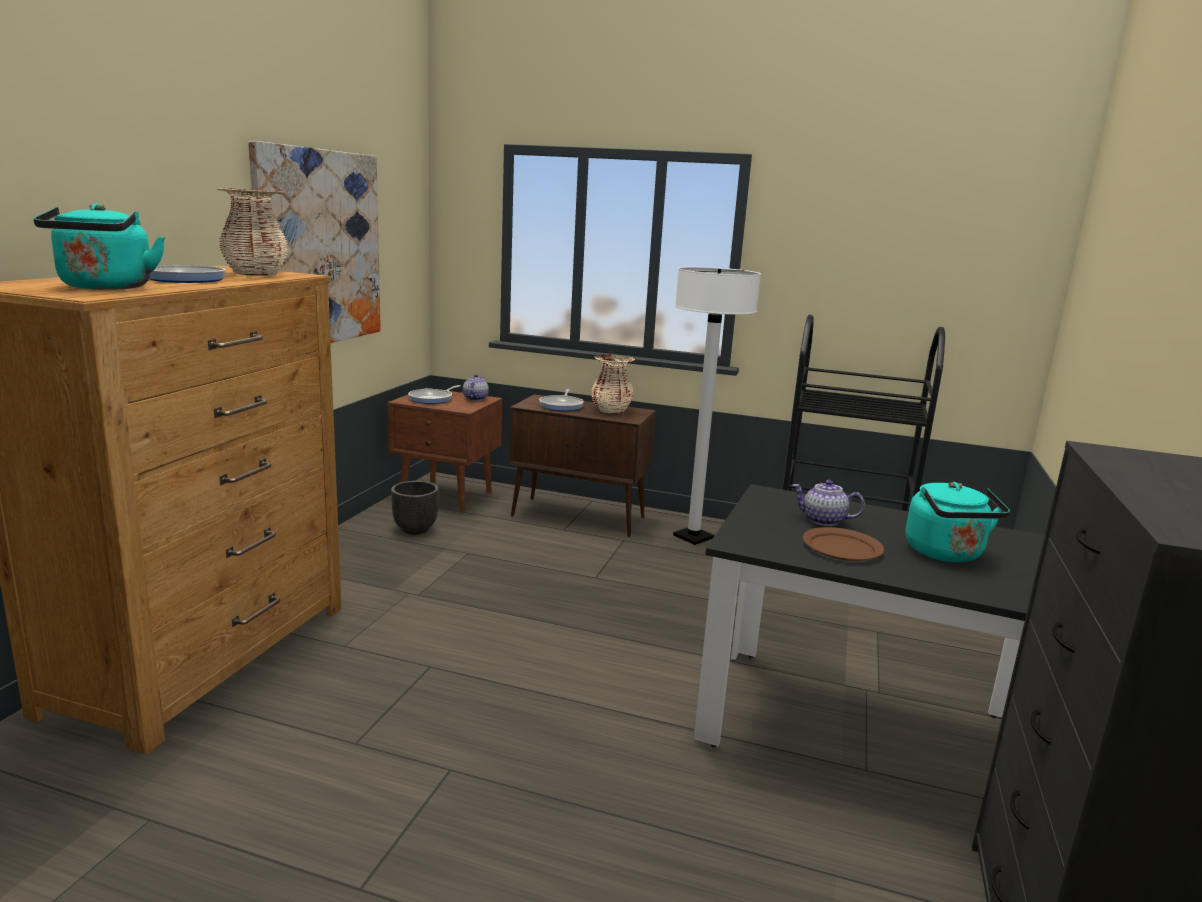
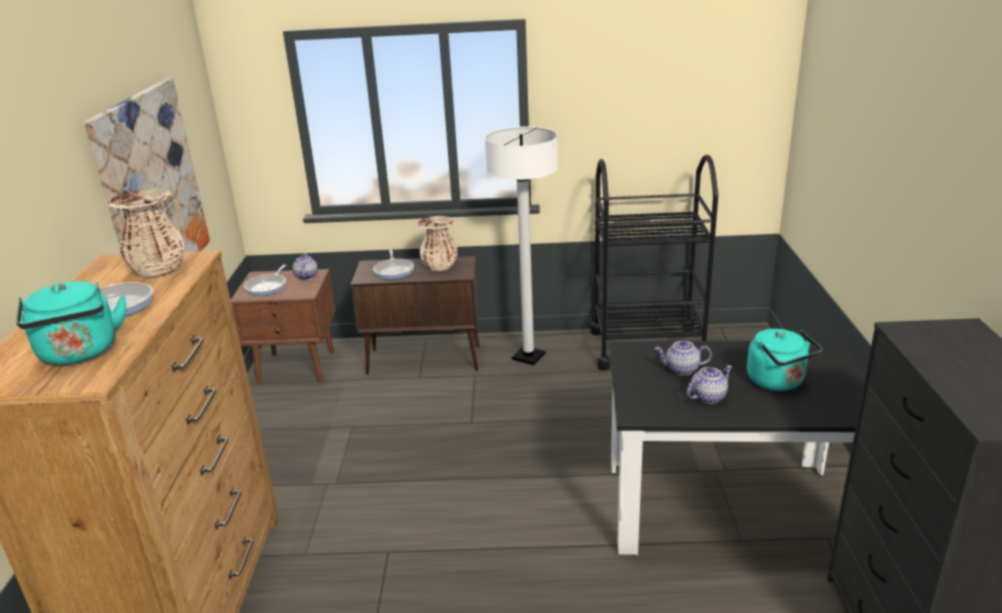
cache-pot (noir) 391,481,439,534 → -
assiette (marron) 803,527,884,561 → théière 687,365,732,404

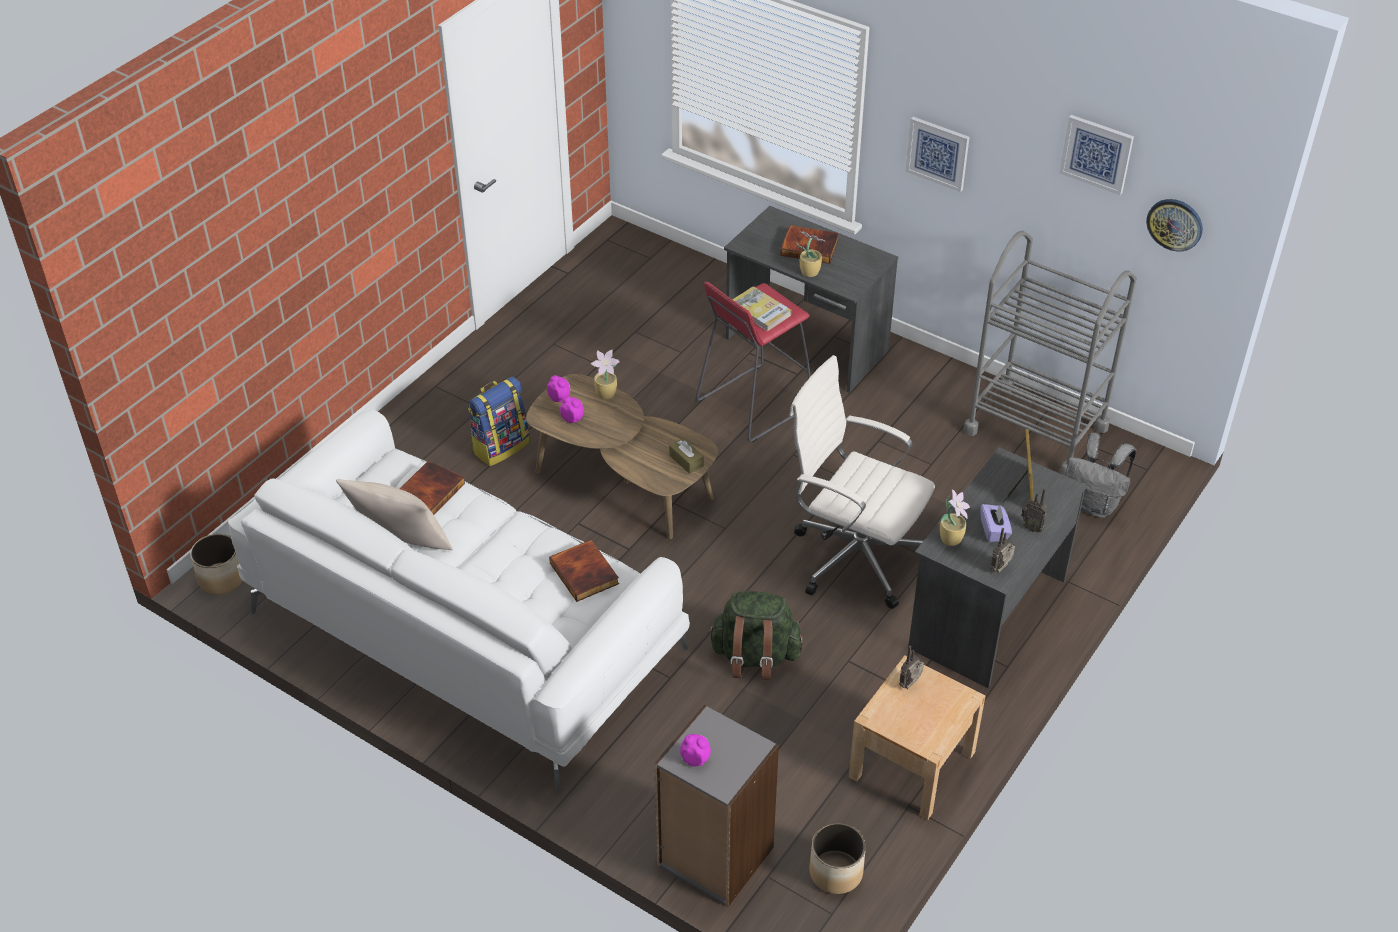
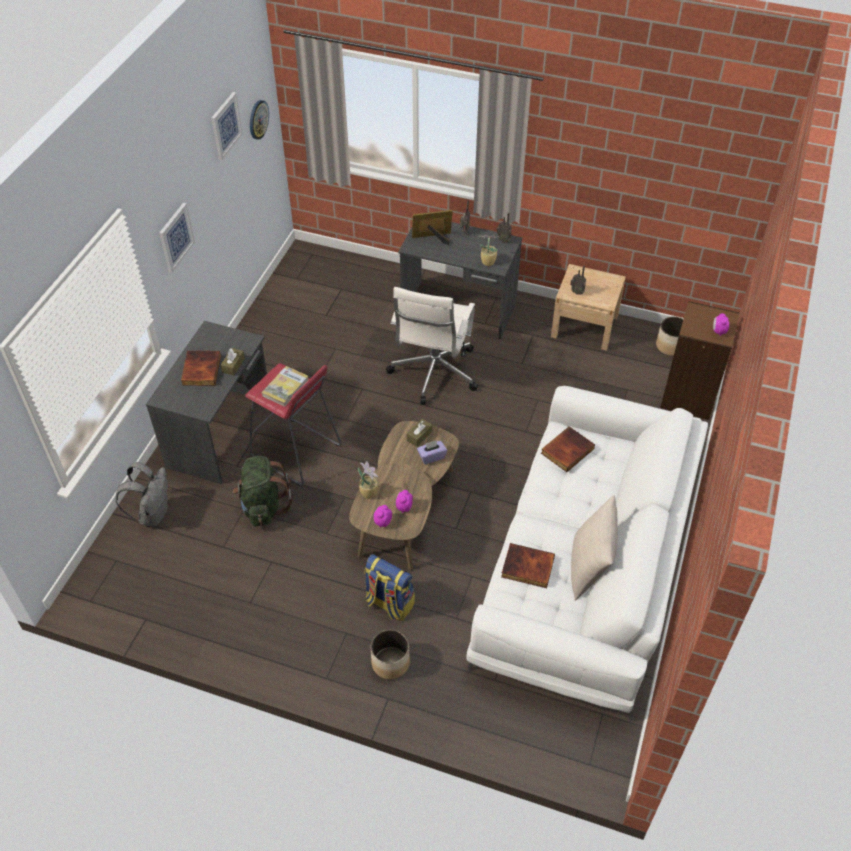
chariot (gris) 963,231,1137,476 → -
plante en pot 796,232,824,277 → boîte à mouchoirs (marron) 221,348,245,376
sac à dos (gris) 1065,433,1136,518 → sac à dos (gris) 116,462,168,527, moved
boîte à mouchoirs (violet) 980,504,1012,542 → boîte à mouchoirs (violet) 417,440,447,464, moved
cache-pot 190,534,243,595 → cache-pot 371,629,410,679, moved
sac à dos (vert) 708,591,803,680 → sac à dos (vert) 232,456,292,526, moved
bibliothèque (gris) 654,705,779,907 → bibliothèque (marron) 660,301,740,420

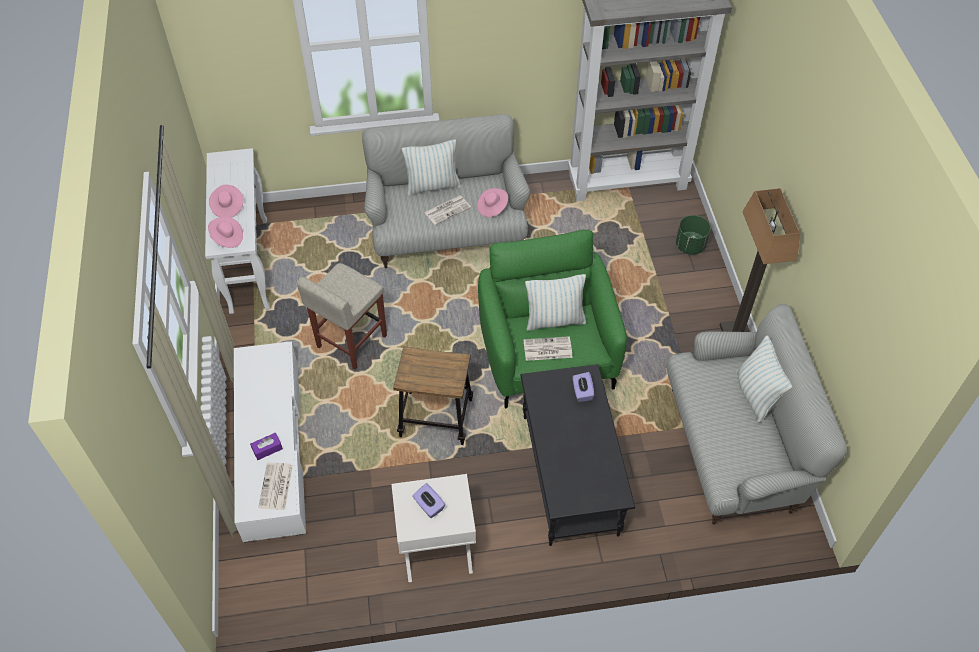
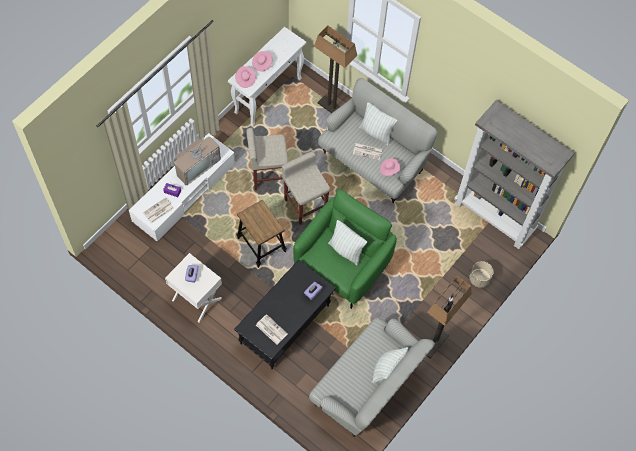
cache-pot (vert) 676,215,711,255 → cache-pot (beige) 470,261,493,288
journal 524,336,573,361 → journal 256,314,288,345, moved
- → lampadaire 314,26,357,113
- → téléviseur 174,133,221,185
- → tabouret (beige) 282,151,330,225

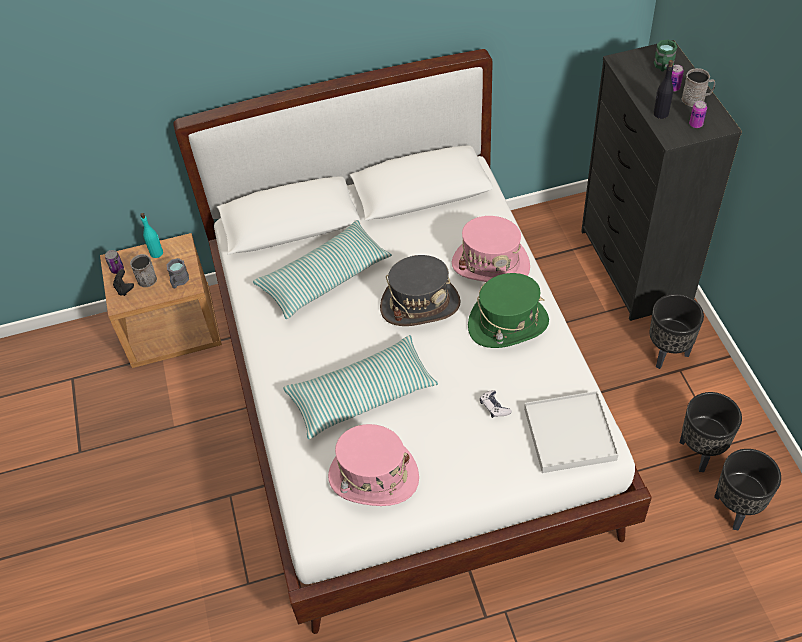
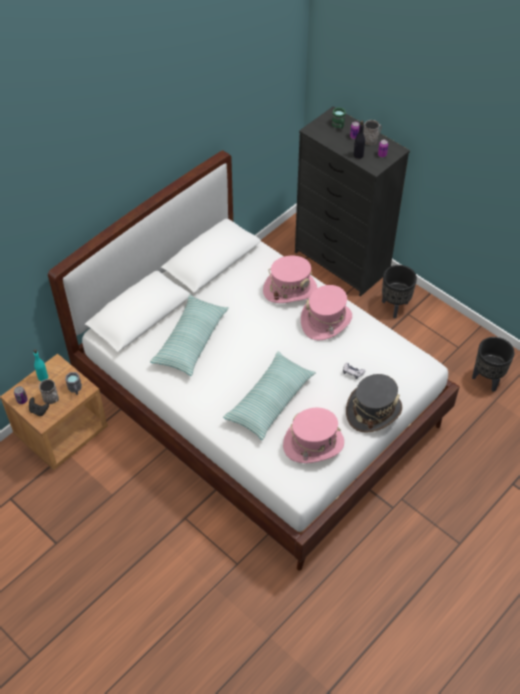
chapeau (gris) 380,255,461,326 → chapeau (gris) 346,374,402,433, moved
chapeau (vert) 468,273,549,348 → chapeau (rose) 301,285,352,341
plateau (blanc) 524,391,619,473 → -
cache-pot (noir) 680,392,742,472 → -

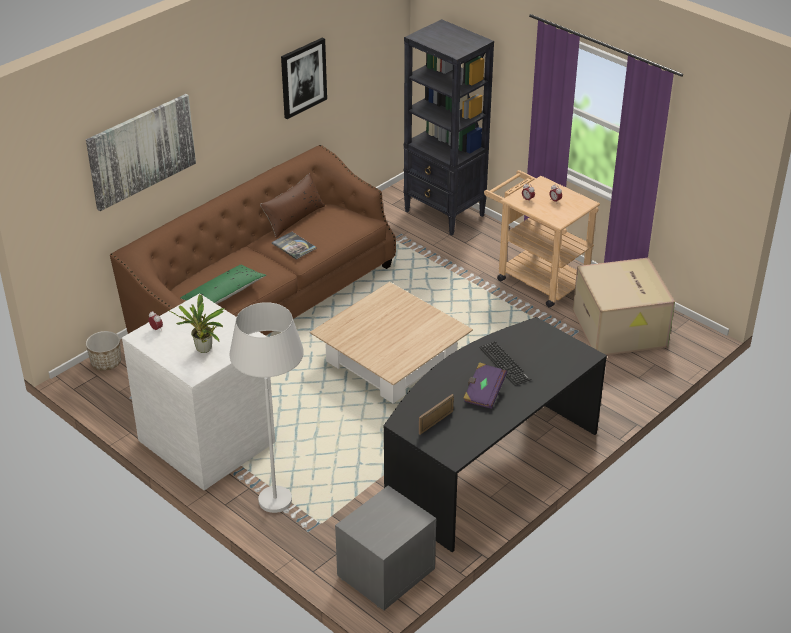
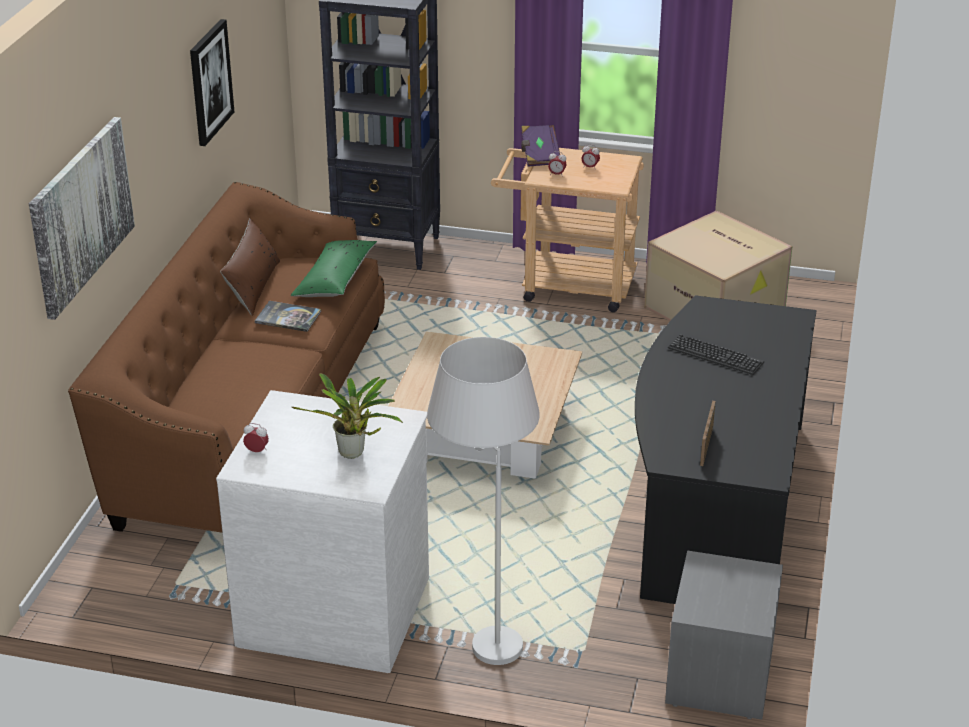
coussin (vert) 180,265,266,304 → coussin (vert) 290,240,377,297, moved
cache-pot 86,331,121,371 → -
livre (violet) 463,362,507,409 → livre (violet) 521,125,560,167, moved

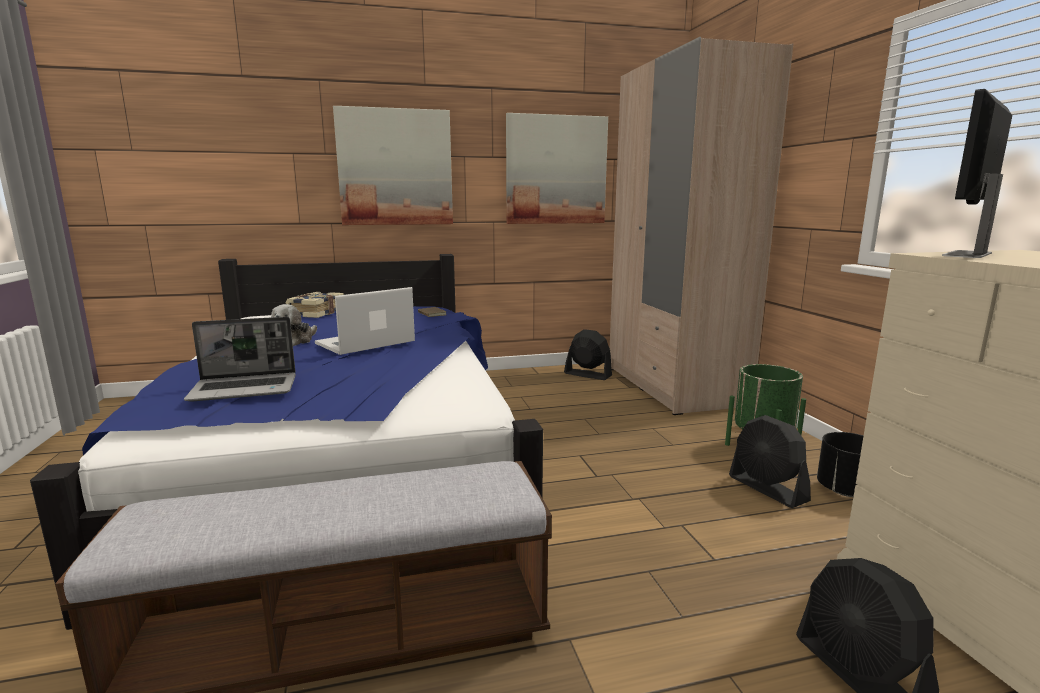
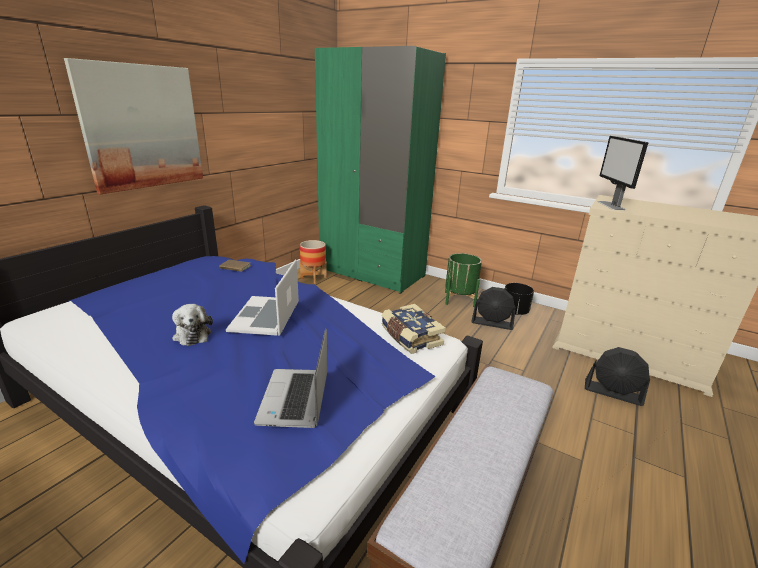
armoire (beige) 610,37,793,415 → armoire (vert) 315,46,446,294
tableau 506,113,608,224 → -
livre 286,292,344,318 → livre 381,304,446,354, moved
ordinateur portable 184,317,296,401 → ordinateur portable 254,328,328,428, 150 degrees clockwise
ventilateur (noir) 564,329,612,380 → cache-pot 300,240,327,284

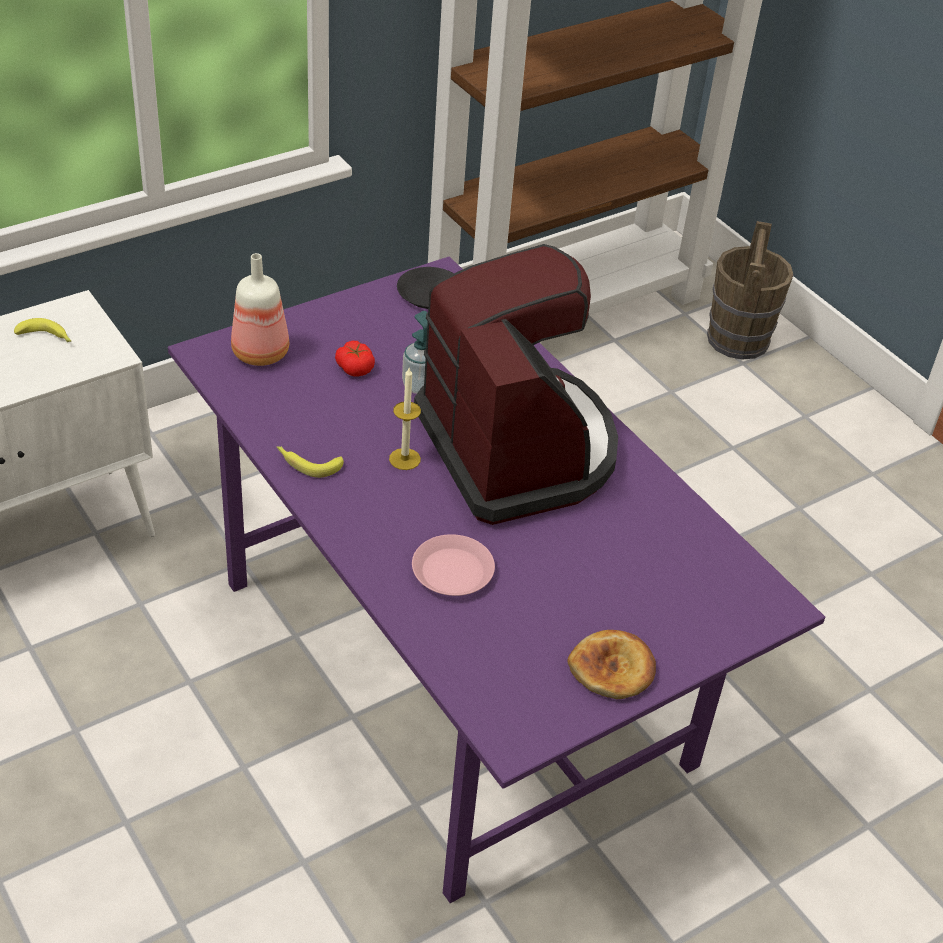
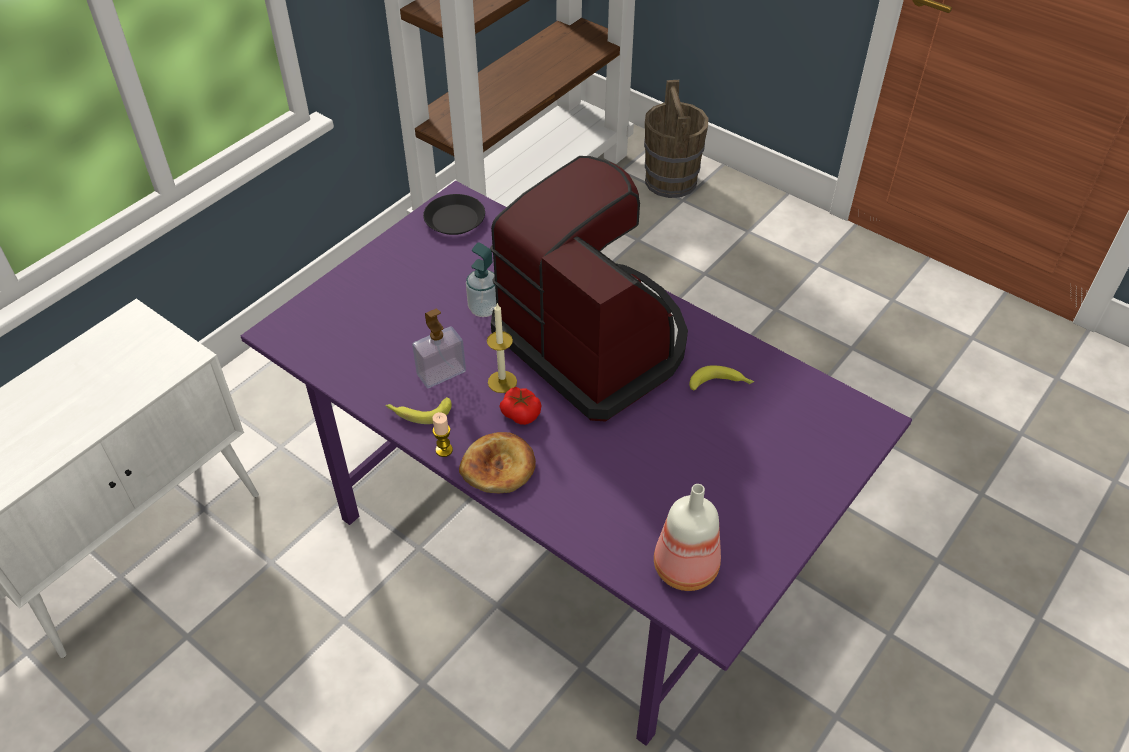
bouteille 231,253,289,366 → bouteille 654,484,721,591, moved
banane 14,318,71,342 → banane 689,365,754,390, moved
tomate 335,341,375,376 → tomate 499,387,541,425, moved
assiette (rose) 412,534,495,596 → -
pain 567,630,656,699 → pain 459,432,536,493, moved
- → distributeur de savon 412,309,466,388
- → bougie 432,412,453,457

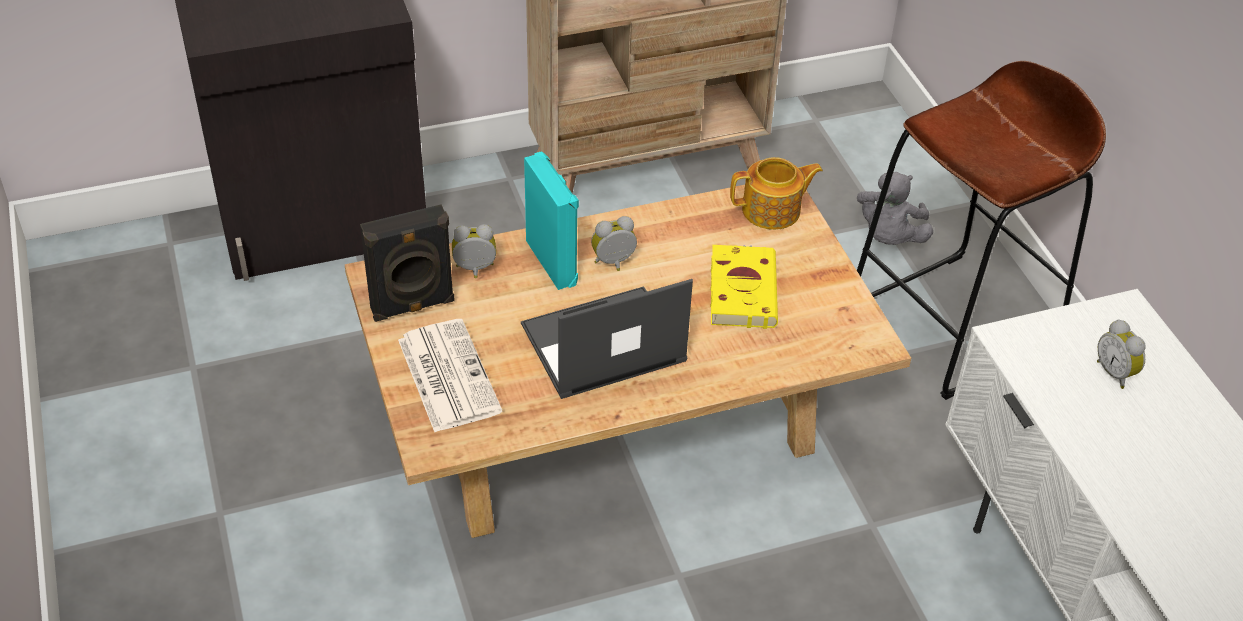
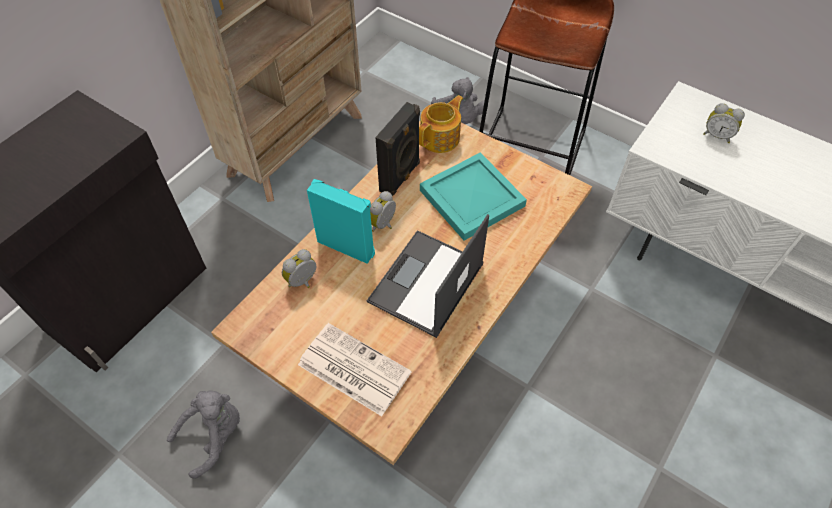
enceinte (noir) 360,204,455,322 → enceinte (noir) 375,102,420,196, moved
livre (jaune) 710,245,778,329 → plateau (turquoise) 420,153,527,241
- → peluche (gris) 167,391,240,479

